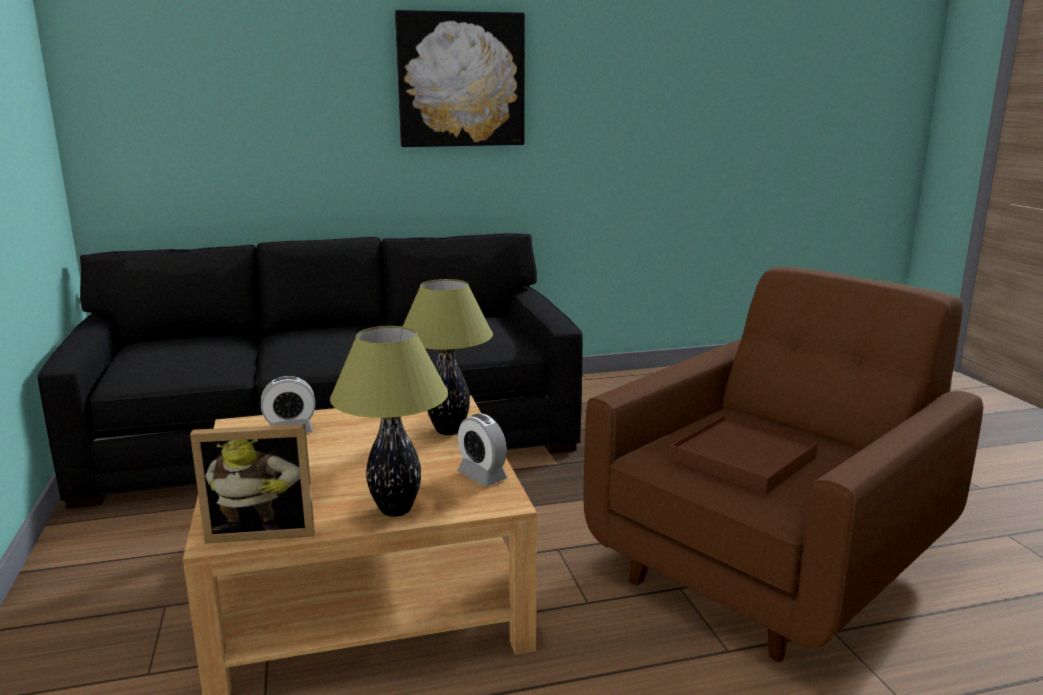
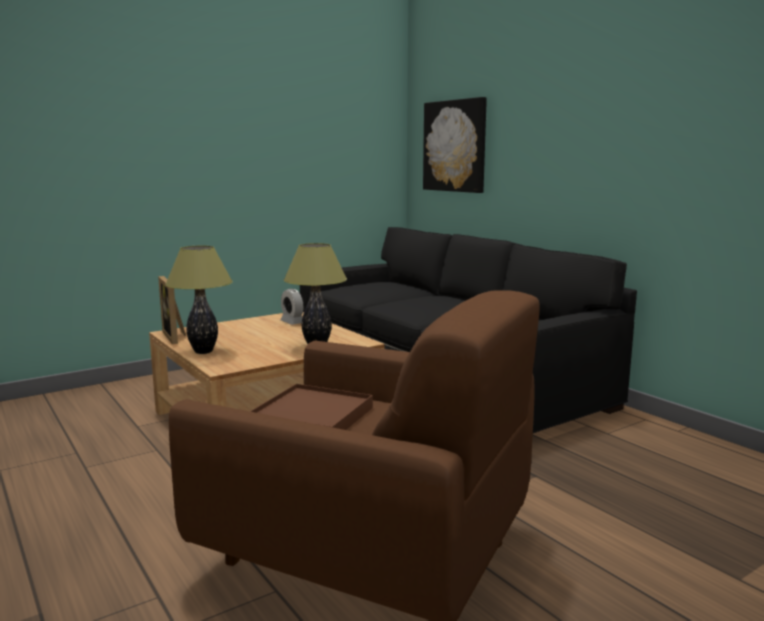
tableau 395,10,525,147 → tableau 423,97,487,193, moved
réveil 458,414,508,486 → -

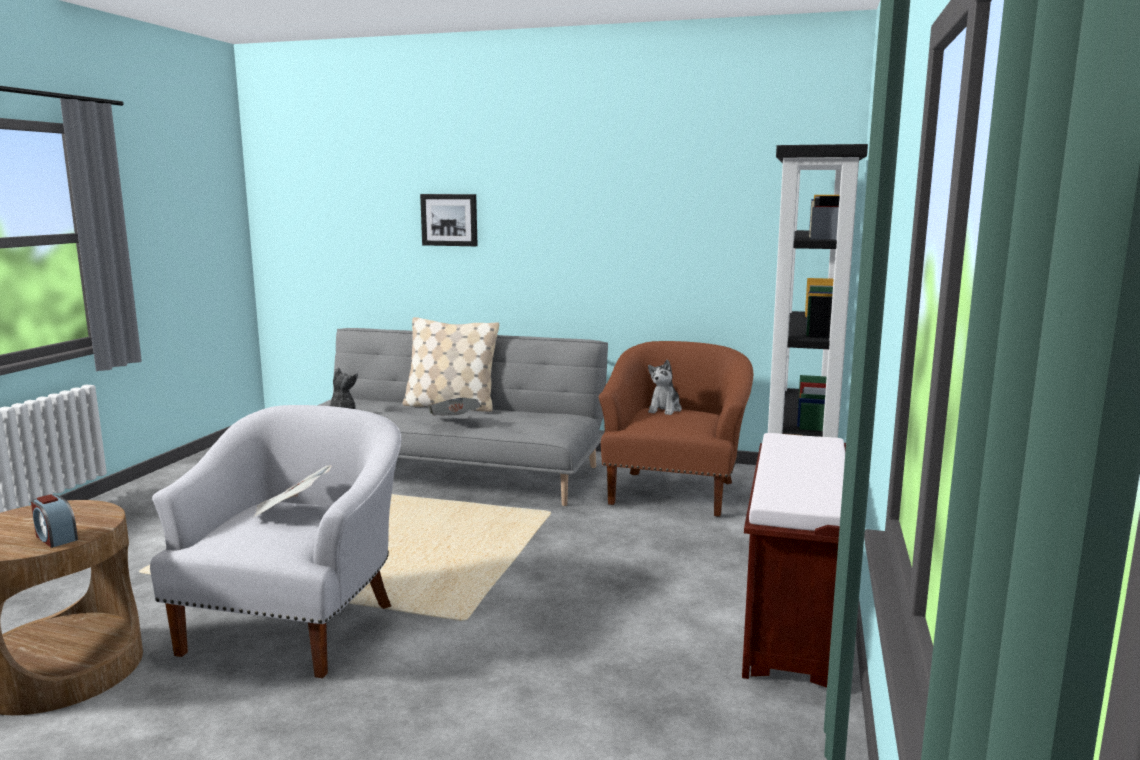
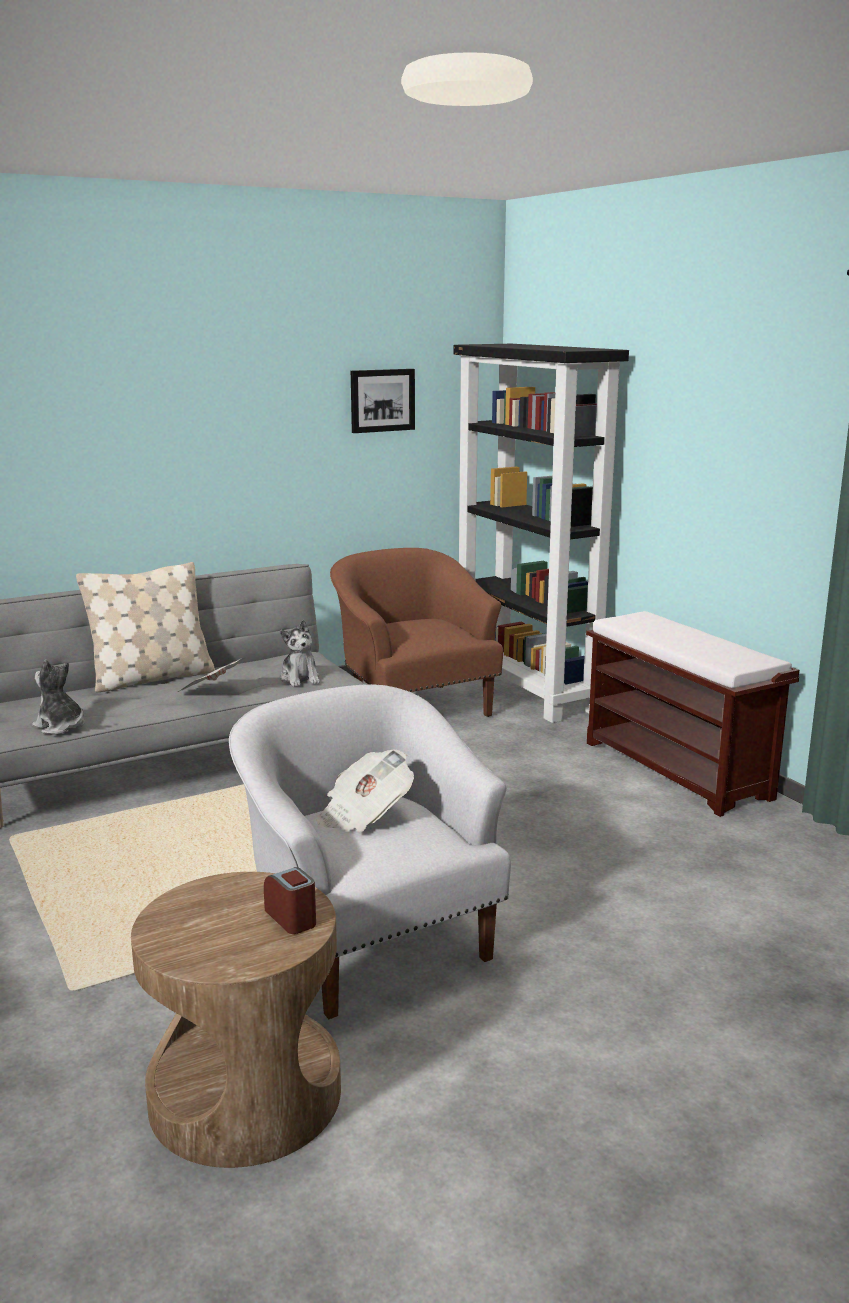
tableau 420,194,478,246 → tableau 351,369,415,433, moved
peluche 648,360,682,415 → peluche 280,620,320,687, moved
réveil 31,494,78,548 → réveil 264,867,316,934, 120 degrees counterclockwise

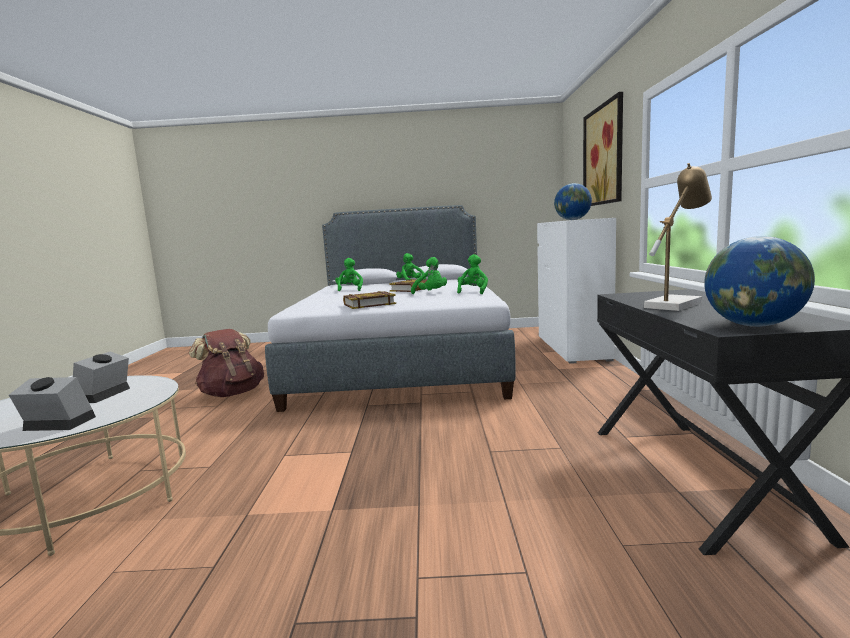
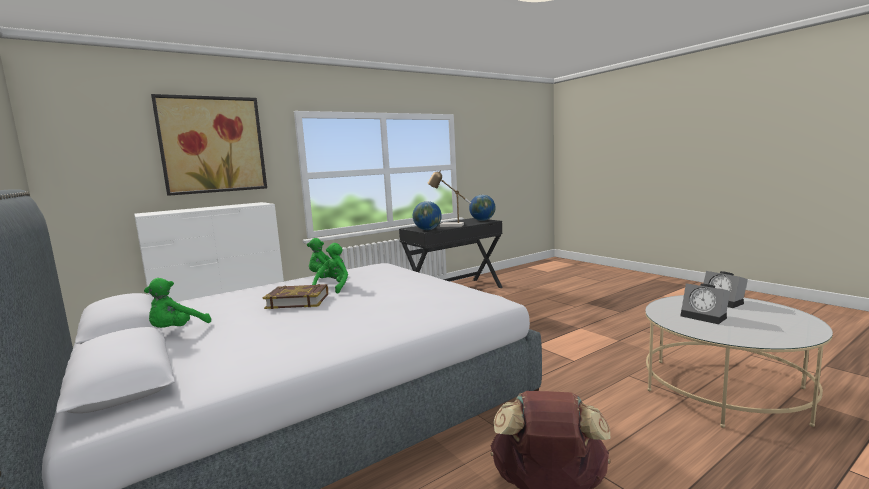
globe 554,183,592,220 → globe 413,201,442,230, moved
peluche (vert) 335,258,363,291 → -
livre 343,291,396,309 → -
réveil 73,352,130,403 → réveil 681,283,730,324, 75 degrees clockwise

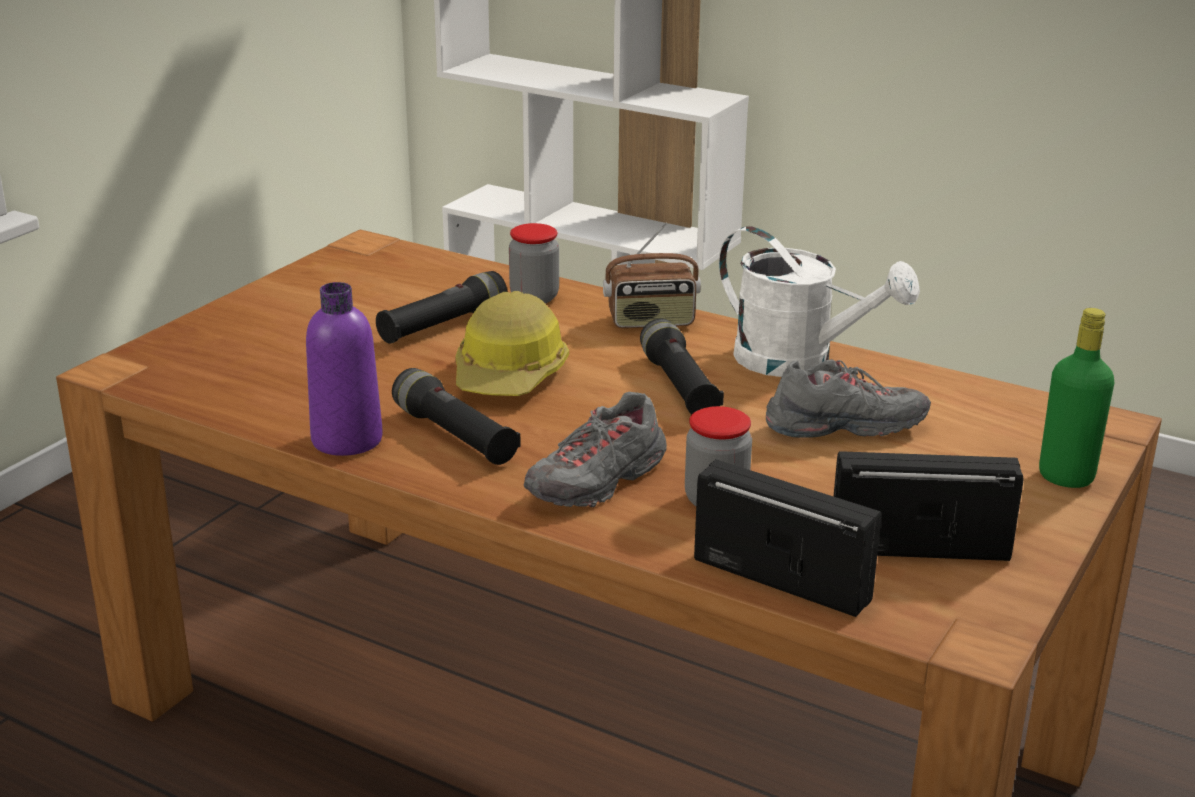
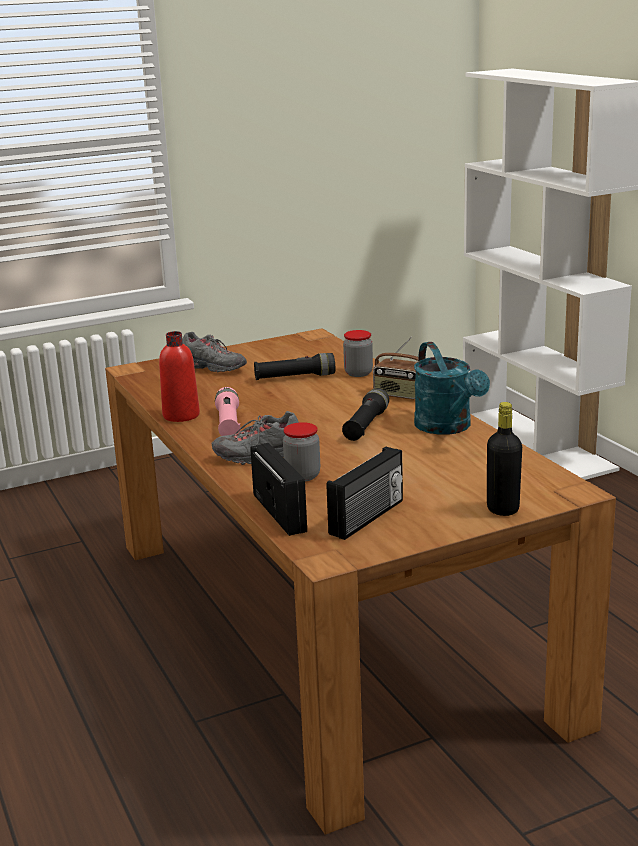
arrosoir (blanc) 719,226,920,377 → arrosoir (turquoise) 414,342,490,435
bouteille (violet) 306,282,383,456 → bouteille (rouge) 159,331,200,422
casque de chantier 456,291,569,396 → -
bouteille (vert) 1039,308,1114,488 → bouteille (noir) 487,402,522,516
chaussure (gris) 766,359,931,438 → chaussure (gris) 182,332,247,373, moved
lampe de poche (noir) 392,368,521,465 → lampe de poche (rose) 215,387,241,436
radio 833,451,1024,561 → radio 326,447,403,540, 90 degrees clockwise

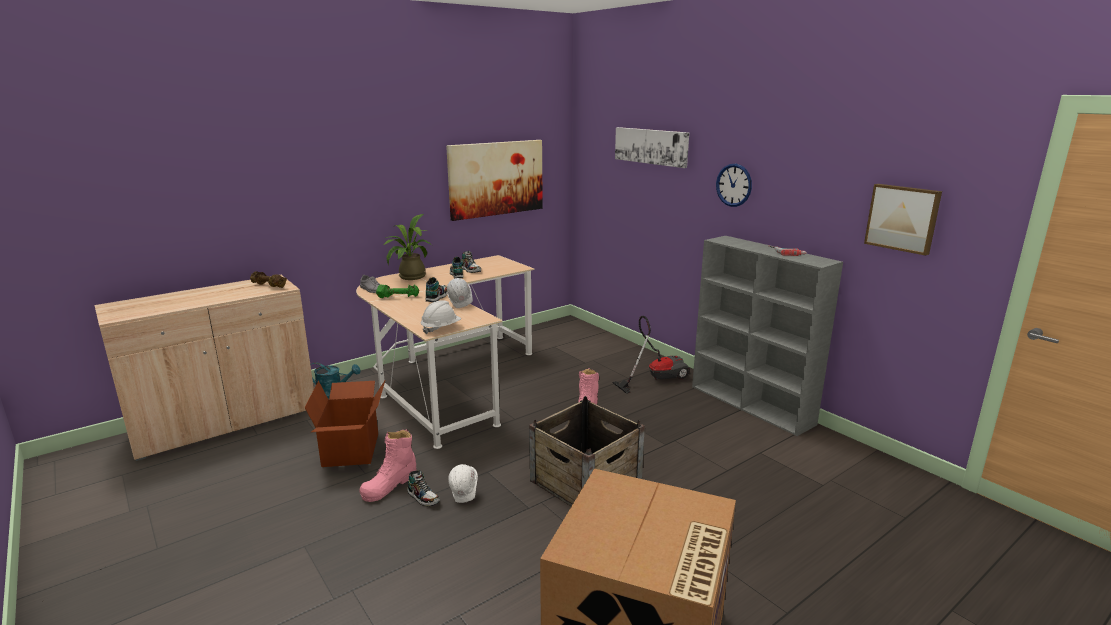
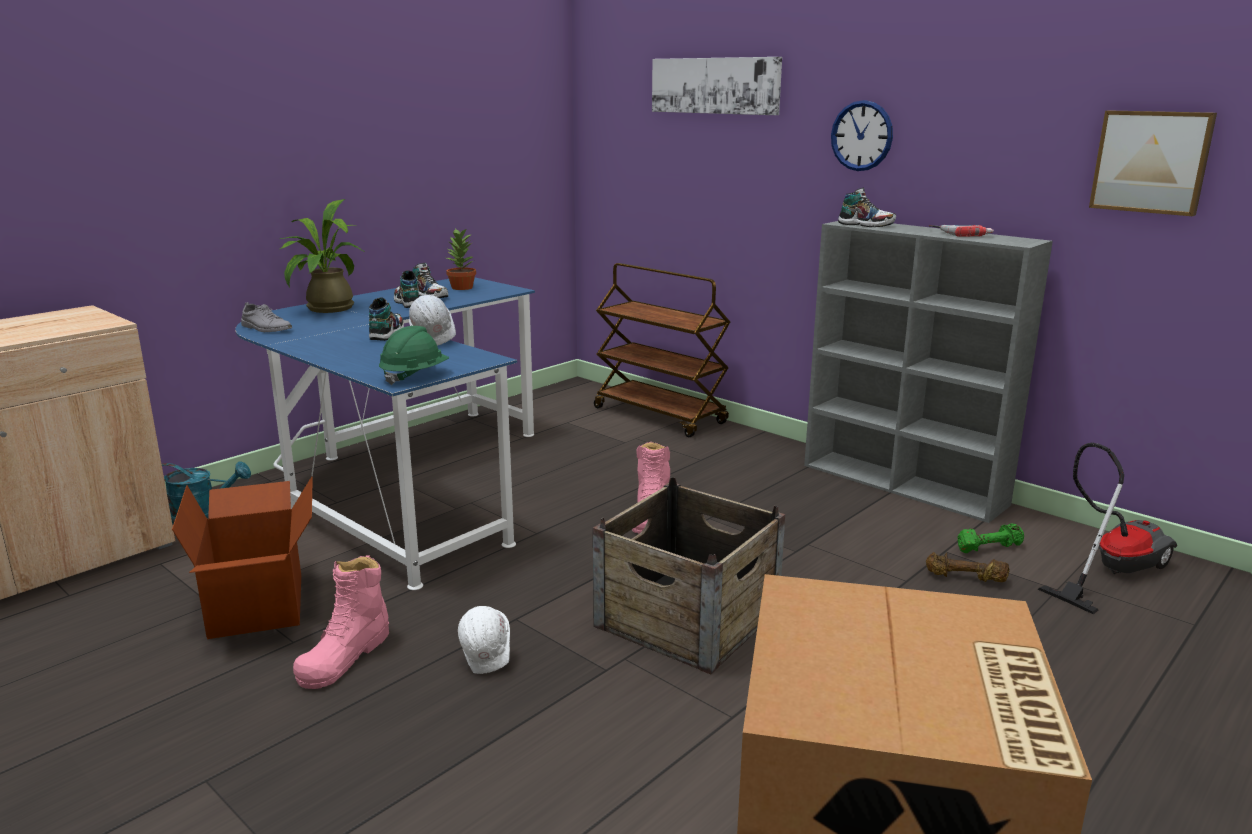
tableau 446,140,543,221 → -
bureau (beige) 356,255,534,449 → bureau (bleu) 235,278,535,590
haltère (marron) 250,271,287,288 → haltère (marron) 926,552,1010,582, moved
haltère (vert) 376,285,419,298 → haltère (vert) 957,524,1024,553, moved
casque de chantier (blanc) 421,301,461,334 → casque de chantier (vert) 379,326,449,385
aspirateur 612,316,690,394 → aspirateur 1038,443,1177,615, moved
chaussure 407,470,440,506 → chaussure 838,188,896,227, moved
- → plante en pot 446,228,476,290
- → chariot (marron) 594,263,730,437

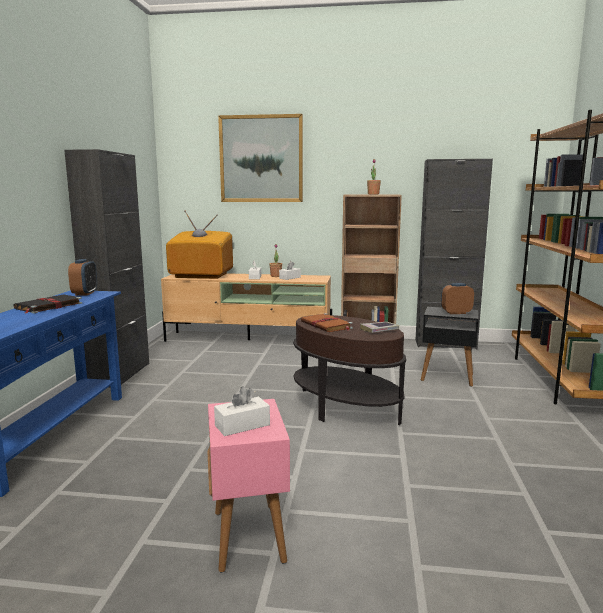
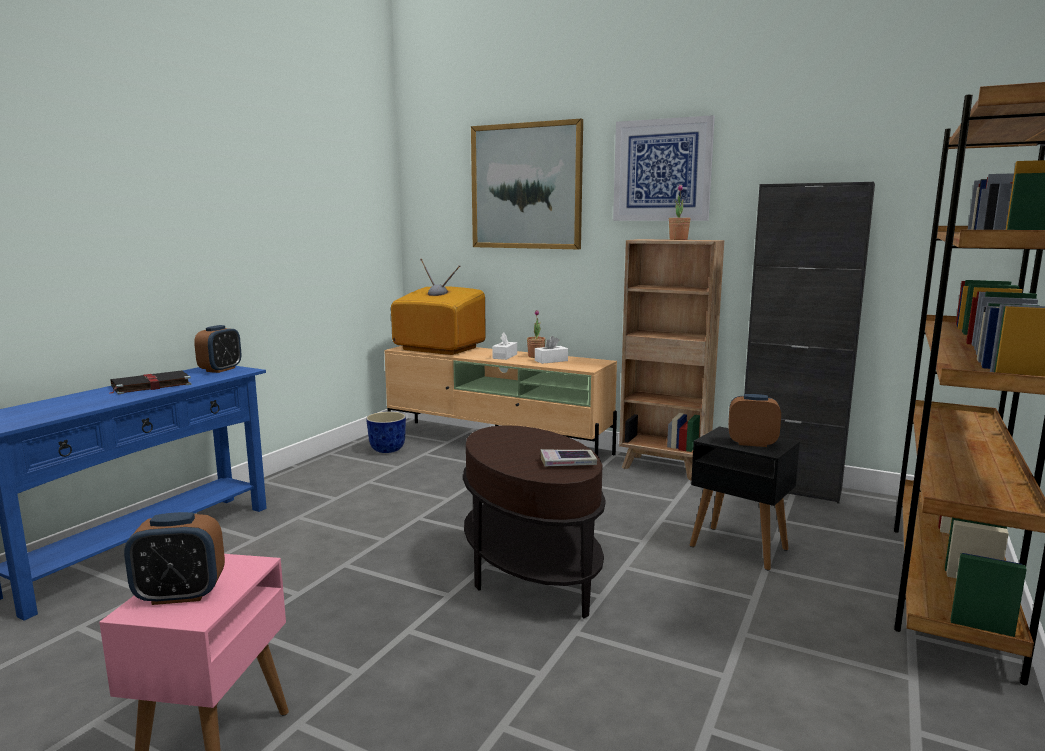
meuble de rangement (noir) 64,149,149,388 → -
livre (marron) 301,313,353,332 → -
boîte à mouchoirs (blanc) 214,386,270,436 → réveil 124,512,225,605
- → tableau 613,115,715,221
- → cache-pot 366,412,406,453

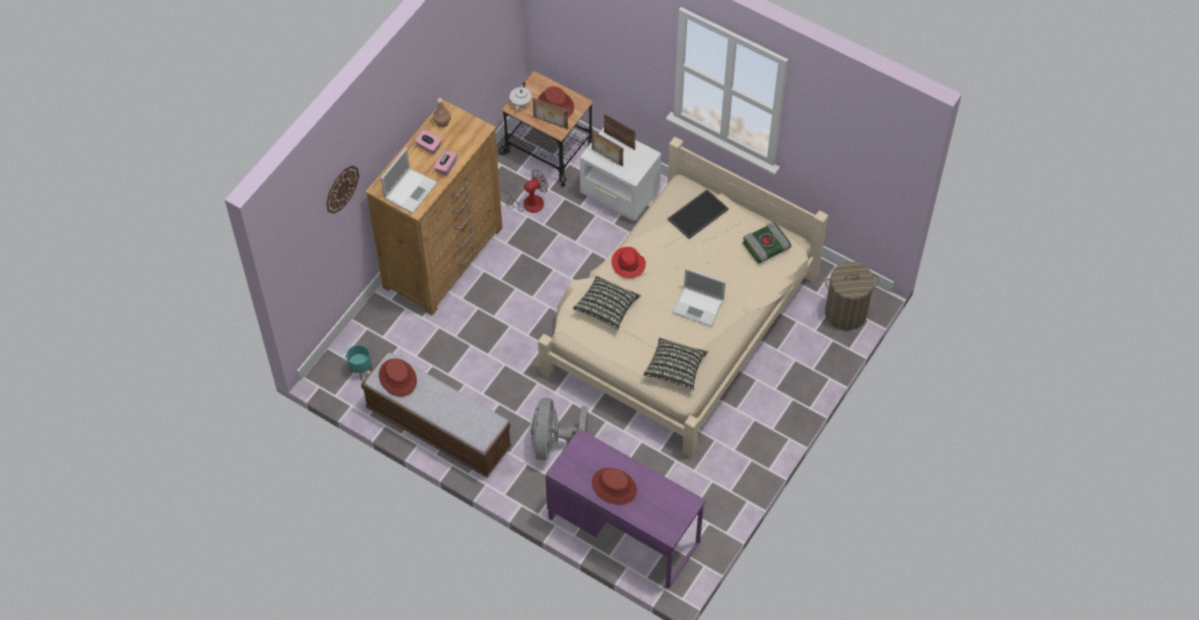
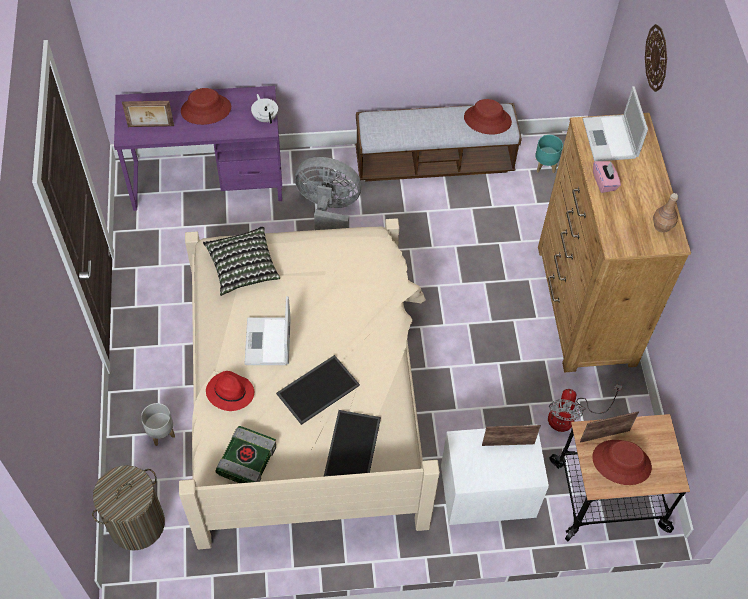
théière (blanc) 509,82,532,109 → théière (blanc) 251,94,278,124, moved
cadre photo 604,113,636,150 → cadre photo 122,101,174,127, moved
boîte à mouchoirs (rose) 415,129,442,154 → -
chapeau (rouge) 611,247,646,278 → chapeau (rouge) 206,371,254,411, moved
ordinateur portable 672,268,726,326 → ordinateur portable 245,296,291,365, 75 degrees counterclockwise
coussin 572,276,641,330 → -
ventilateur (gris) 531,398,588,460 → ventilateur (gris) 295,157,361,230, 45 degrees counterclockwise
- → plateau 276,355,360,425
- → cache-pot (gris) 141,403,175,446

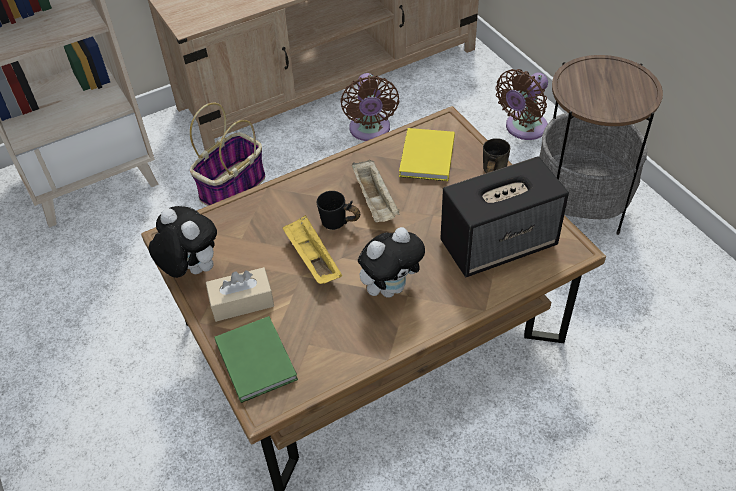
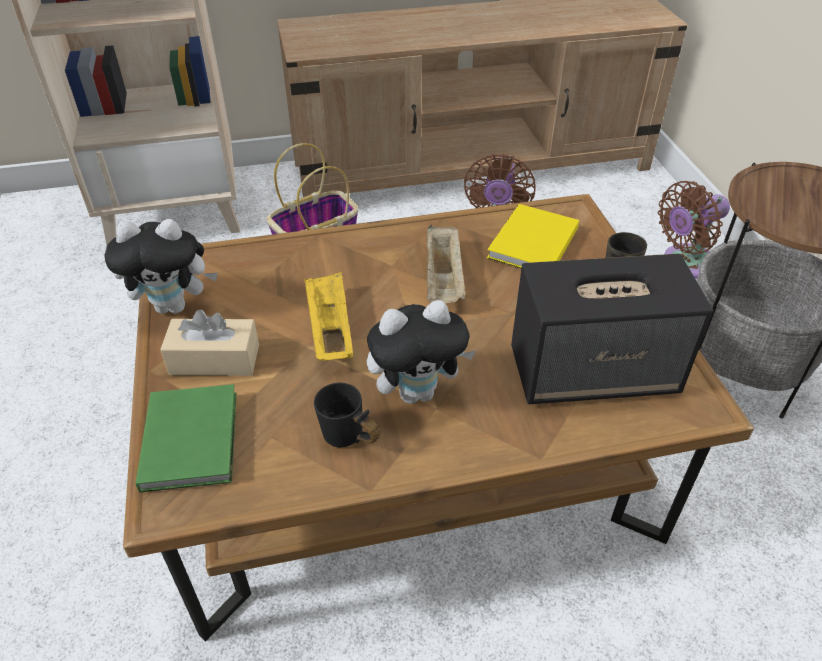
mug (noir) 317,191,360,230 → mug (noir) 314,383,381,448, moved
peluche 148,206,217,278 → peluche 105,219,218,314, 120 degrees clockwise

